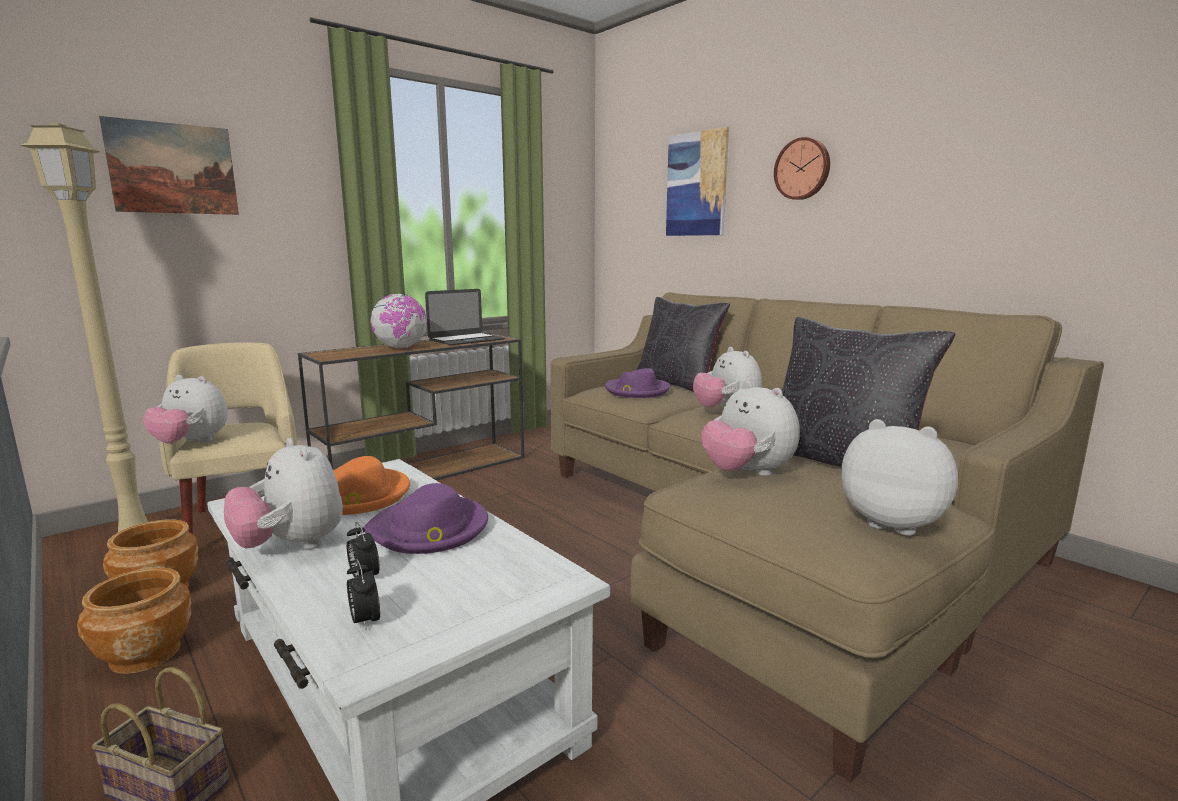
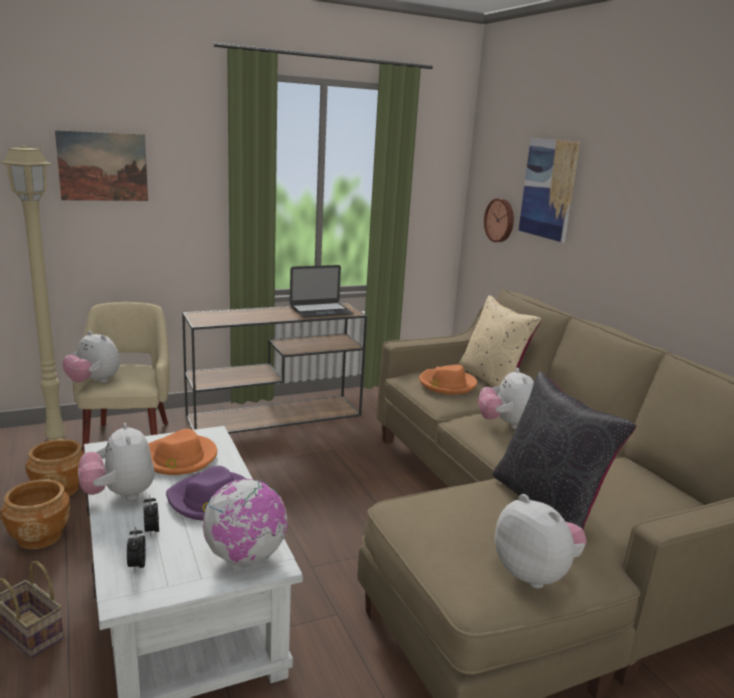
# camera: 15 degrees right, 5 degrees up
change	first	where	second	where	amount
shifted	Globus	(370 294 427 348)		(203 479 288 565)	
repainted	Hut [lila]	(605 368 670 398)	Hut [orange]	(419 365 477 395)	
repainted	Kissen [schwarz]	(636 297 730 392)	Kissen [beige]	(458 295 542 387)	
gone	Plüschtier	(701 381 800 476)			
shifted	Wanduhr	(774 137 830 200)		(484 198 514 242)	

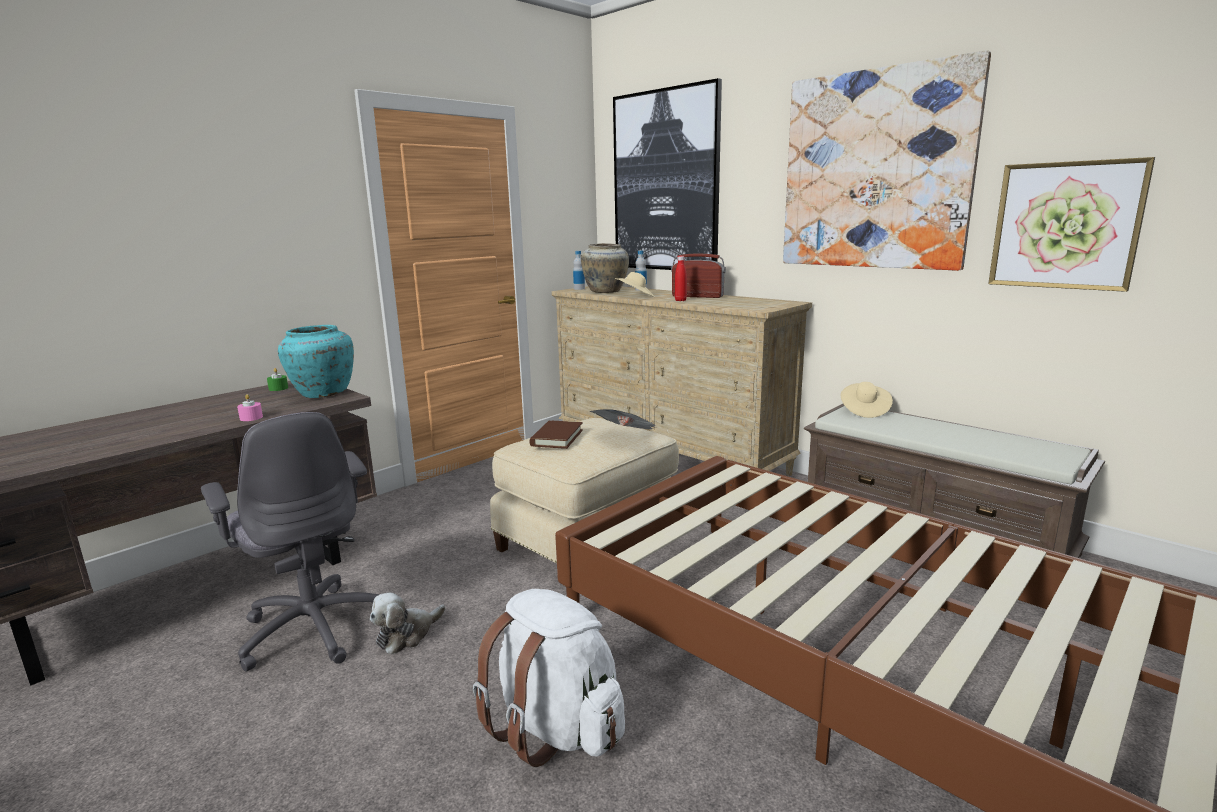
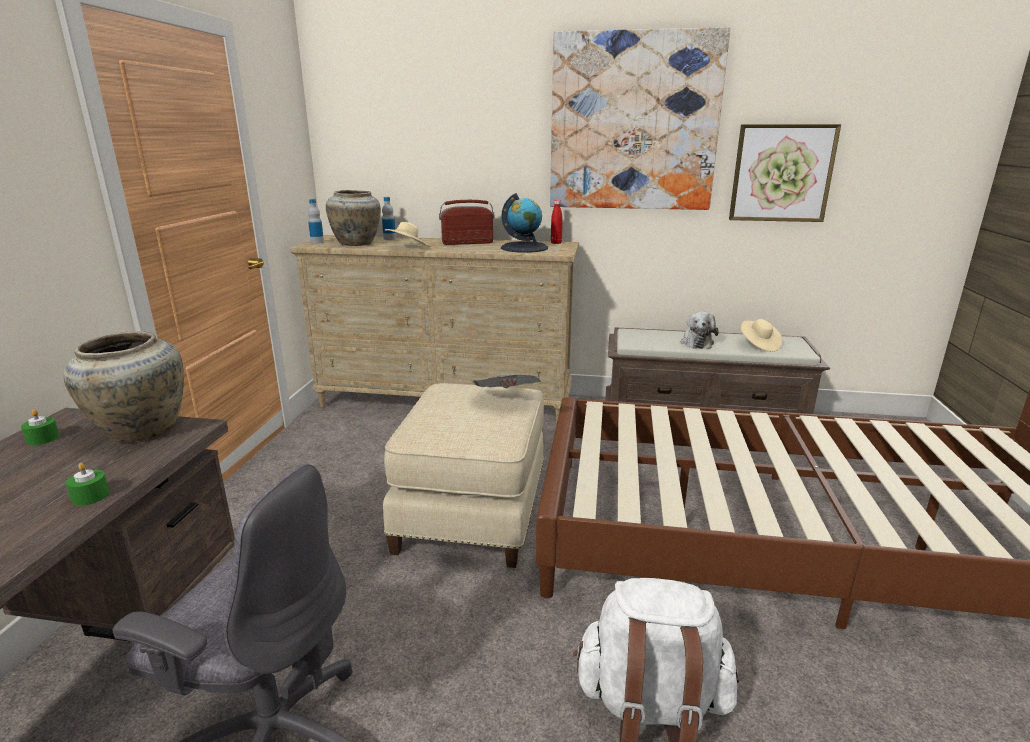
# camera: 35 degrees left, 5 degrees up
change	first	where	second	where	amount
repainted	Kerze [rosa]	(237 394 263 421)	Kerze [grün]	(66 463 110 506)	
repainted	Vase [türkis]	(278 325 354 398)	Vase [beige]	(63 331 184 442)	
shifted	Plüschtier	(370 593 446 655)		(681 311 719 349)	
gone	Buch [braun]	(529 421 583 449)			
gone	Bild	(613 78 722 270)			
shifted	Flasche [rot]	(675 256 687 301)		(551 200 563 244)	
shifted	Hut [beige]	(841 382 893 418)		(740 319 783 352)	
new			Globus	(501 193 548 253)	

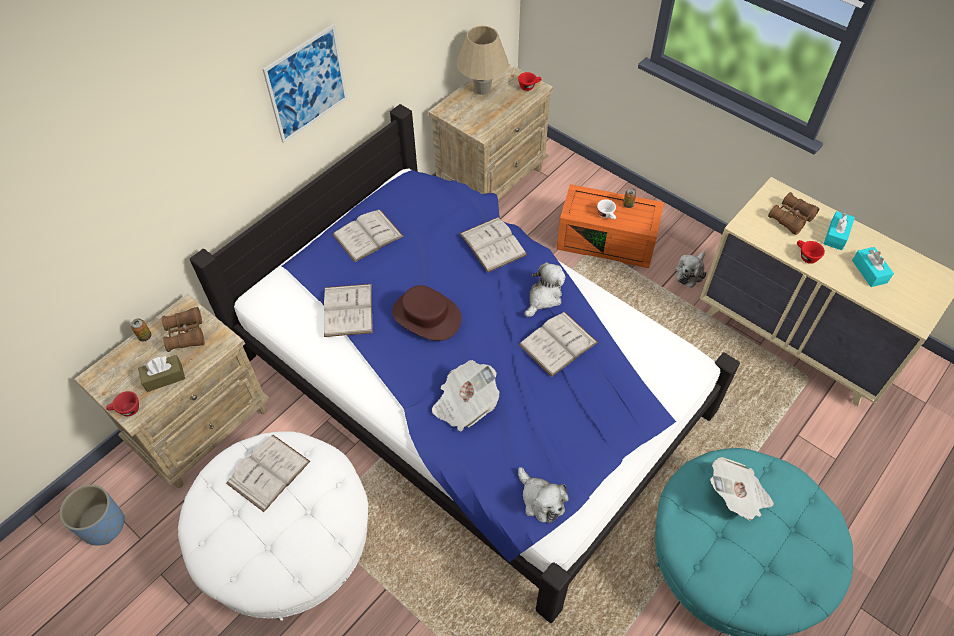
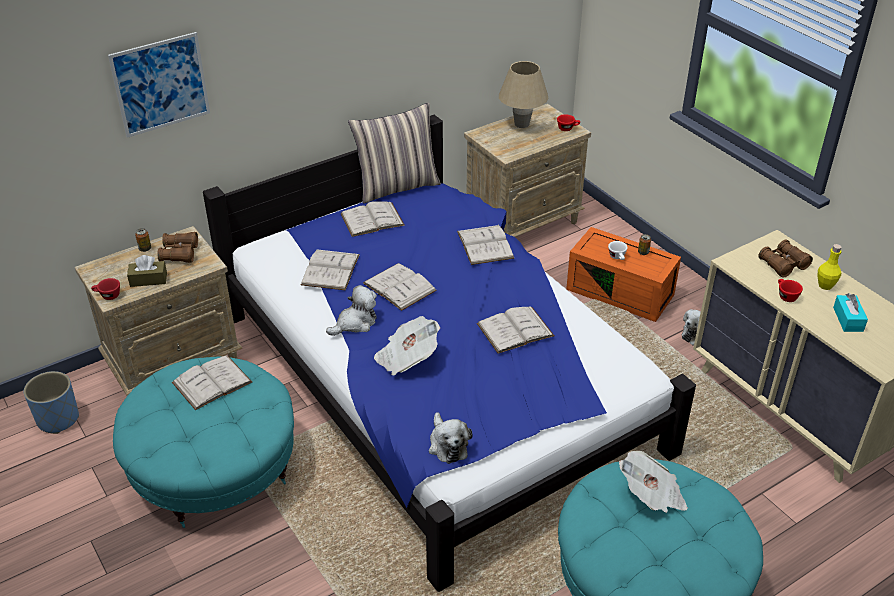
# camera: 15 degrees right, 15 degrees down
change	first	where	second	where	amount
repainted	Polsterhocker [weiß]	(178 431 368 621)	Polsterhocker [türkis]	(113 356 294 528)	
shifted	Bild	(263 24 347 143)		(108 32 210 138)	
swapped	Hut [braun]	(392 285 462 341)	Buch [weiß]	(363 263 437 311)	
shifted	Plüschtier	(524 262 566 317)		(326 285 377 336)	
swapped	Taschentuchbox [türkis]	(824 211 855 250)	Flasche [gelb]	(817 244 842 290)	
new			Kissen	(348 103 441 203)	

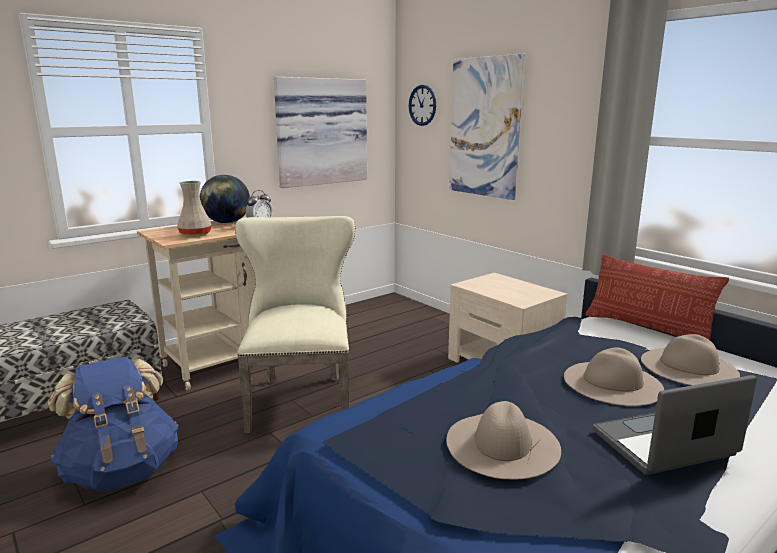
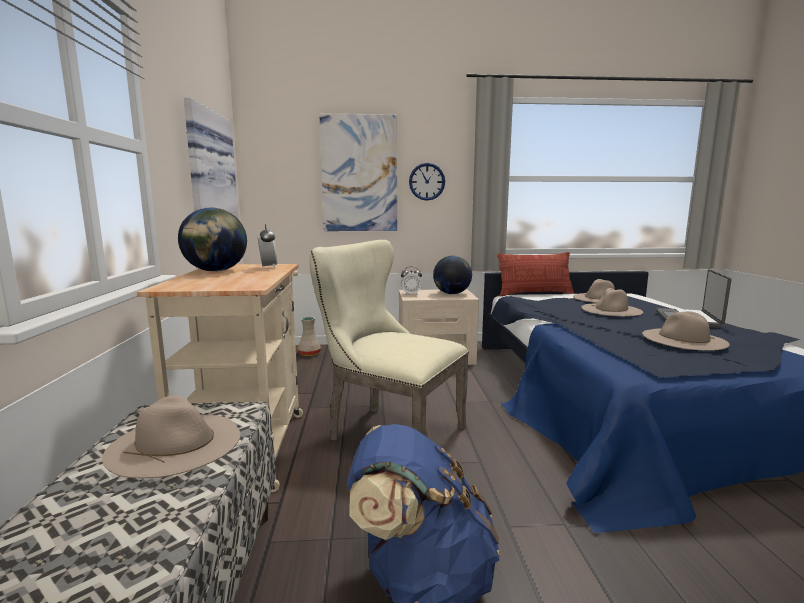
# camera: 55 degrees left, 5 degrees down
change	first	where	second	where	amount
shifted	Vase [beige]	(177 181 212 237)		(298 317 321 356)	
shifted	Wanduhr	(409 85 436 126)		(409 163 445 201)	
new			Hut [beige]	(102 395 241 478)	
new			Wecker	(401 266 422 295)	
new			Globus	(433 256 472 294)	

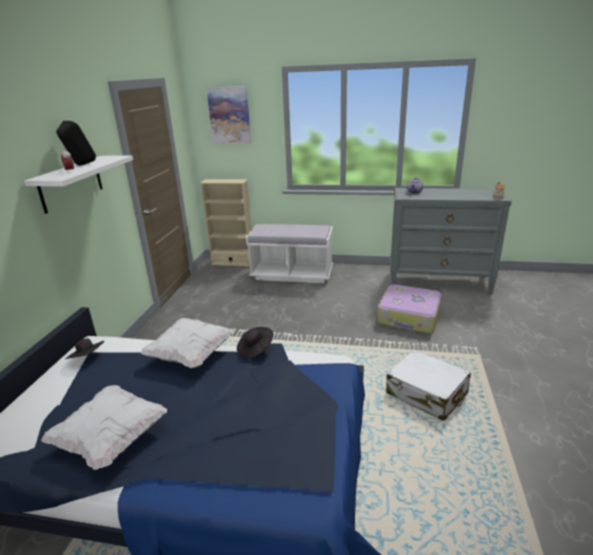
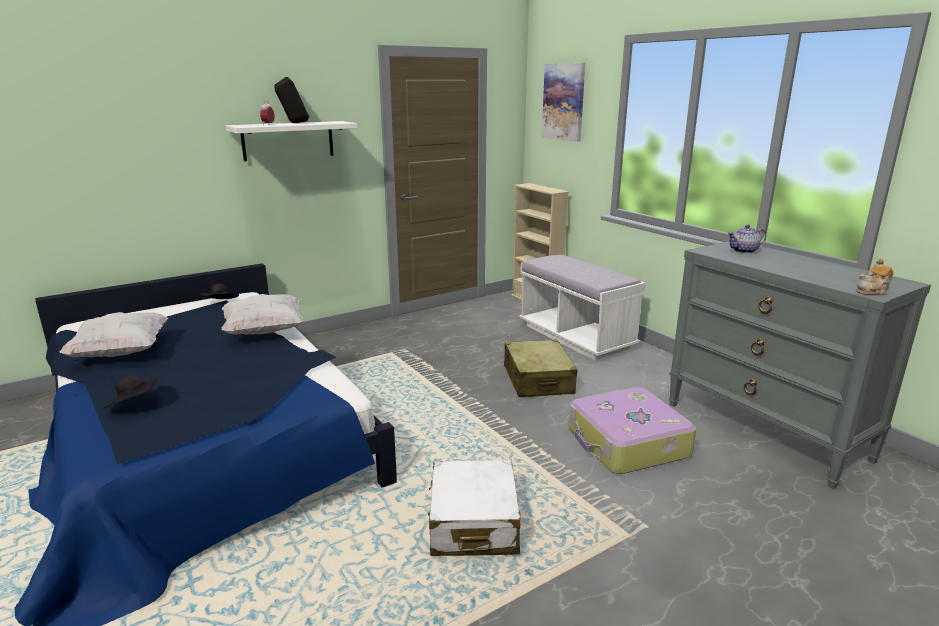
# camera: 45 degrees right, 5 degrees down
change	first	where	second	where	amount
shifted	Hut [schwarz]	(237 327 274 359)		(103 374 158 409)	
new			Koffer [beige]	(504 339 578 397)	

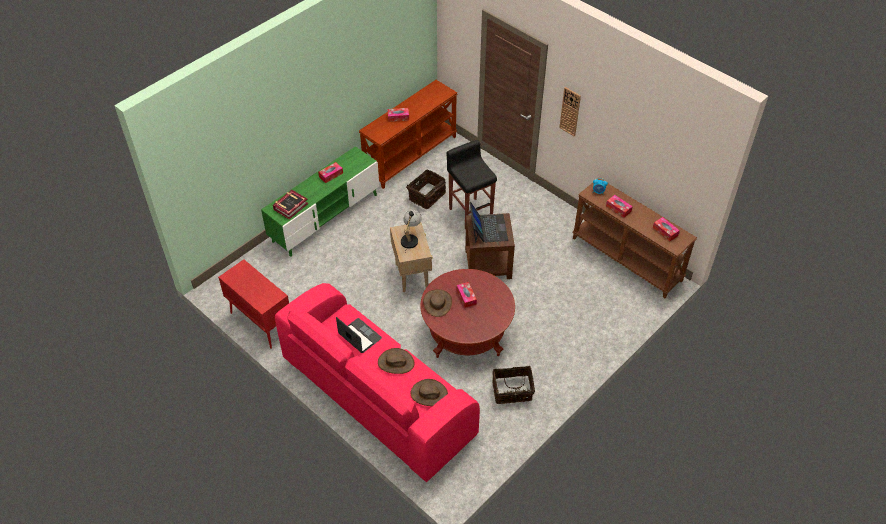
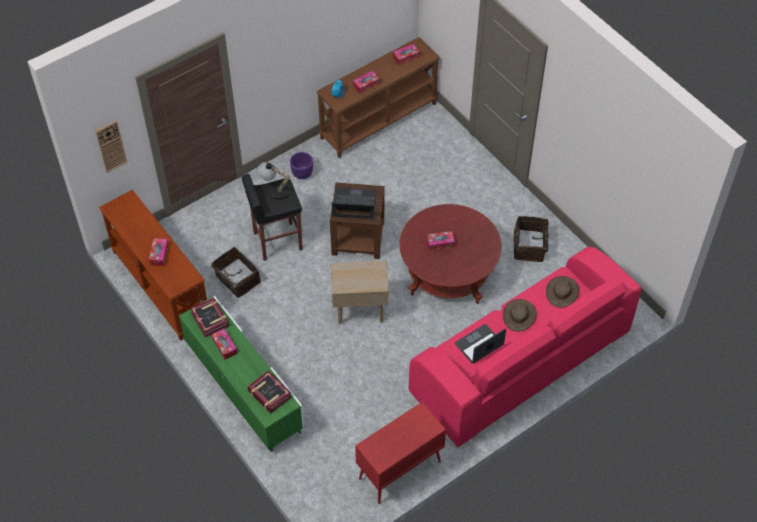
# camera: 80 degrees left, 5 degrees up
change	first	where	second	where	amount
shifted	Tischlampe	(401 210 422 252)		(256 162 295 200)	
gone	Hut [braun]	(423 289 452 317)			
shifted	Wanduhr	(559 87 581 136)		(96 121 127 173)	
new			Buch	(190 298 229 338)	
new			Pflanzkübel [lila]	(290 152 313 179)	

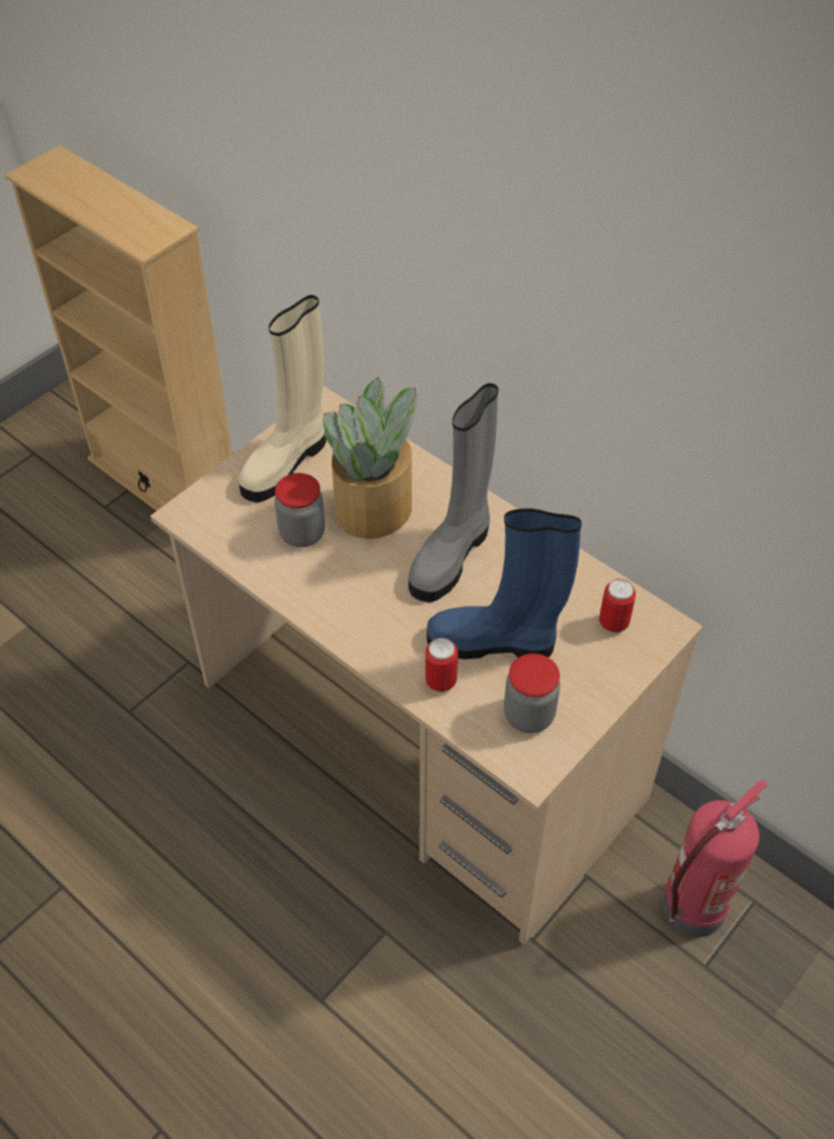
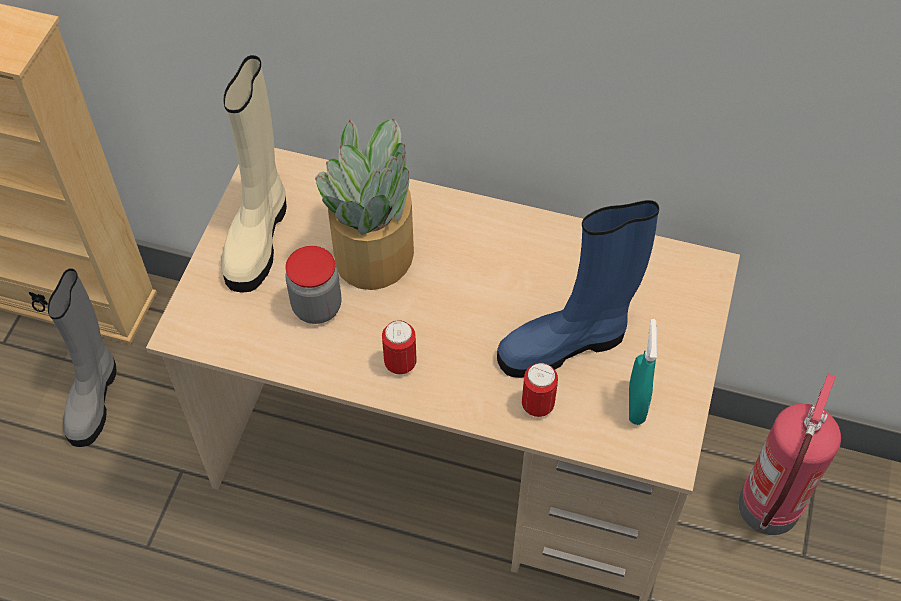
# camera: 25 degrees left, 5 degrees up
change	first	where	second	where	amount
shifted	Stiefel [grau]	(409 383 498 602)		(48 269 117 447)	
swapped	Vorratsglas	(504 654 560 733)	Sprühflasche [türkis]	(629 319 658 425)	
shifted	Dose	(599 579 636 633)		(382 320 416 375)	

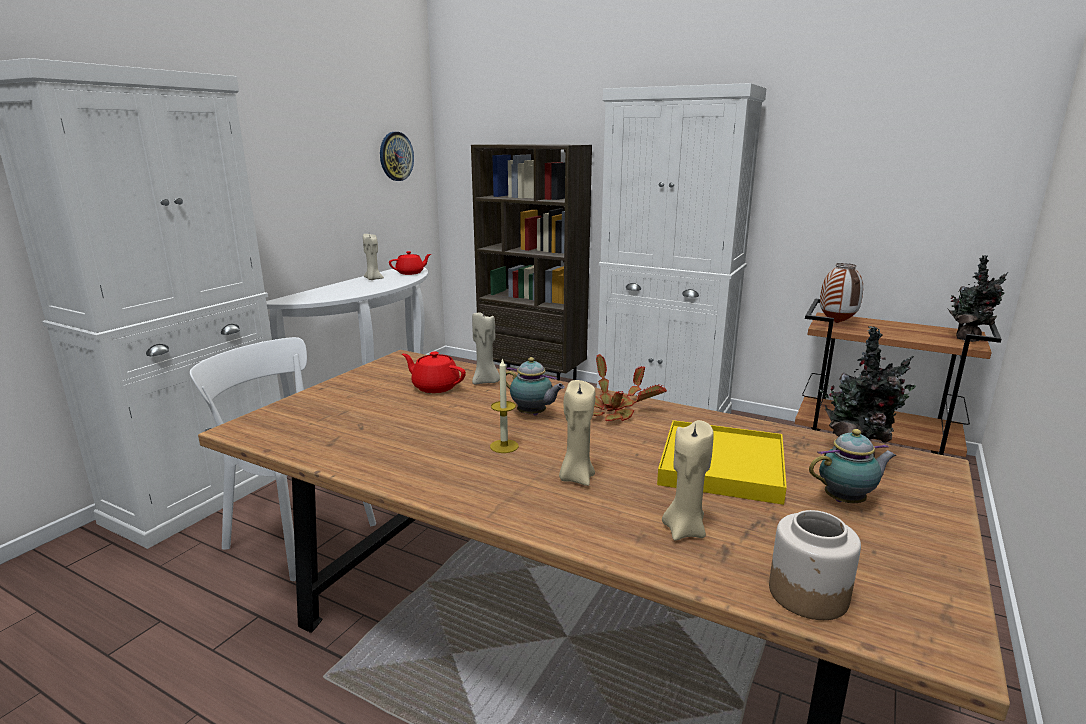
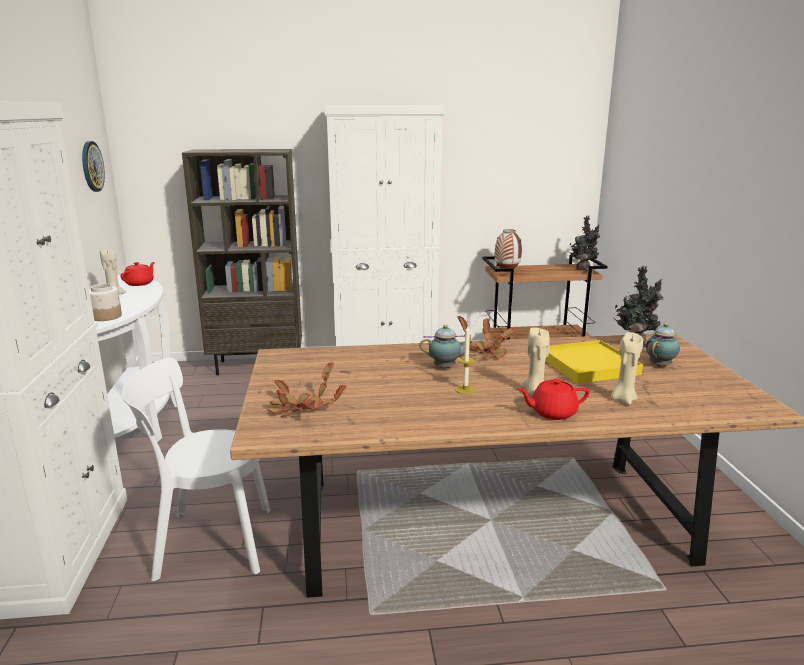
# camera: 35 degrees left, 0 degrees up
change	first	where	second	where	amount
shifted	Teekanne [rot]	(402 351 466 393)		(518 379 589 420)	
gone	Kerze [beige]	(472 311 500 384)			
shifted	Vorratsglas	(769 510 861 620)		(89 284 122 321)	
new			Topfpflanze	(267 362 346 417)	

